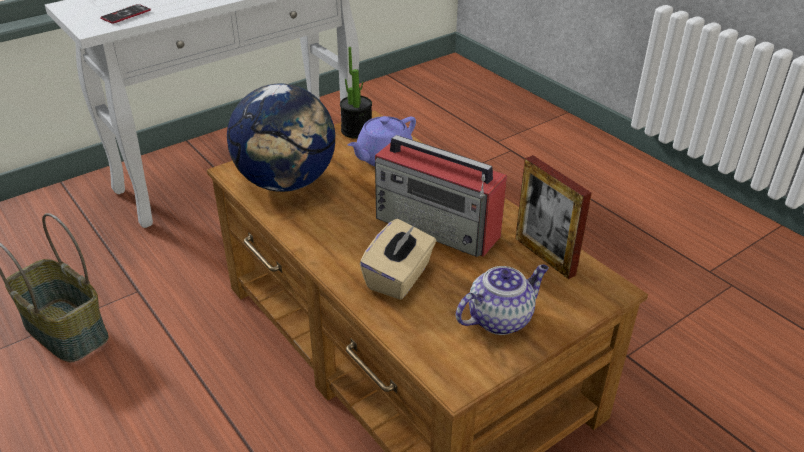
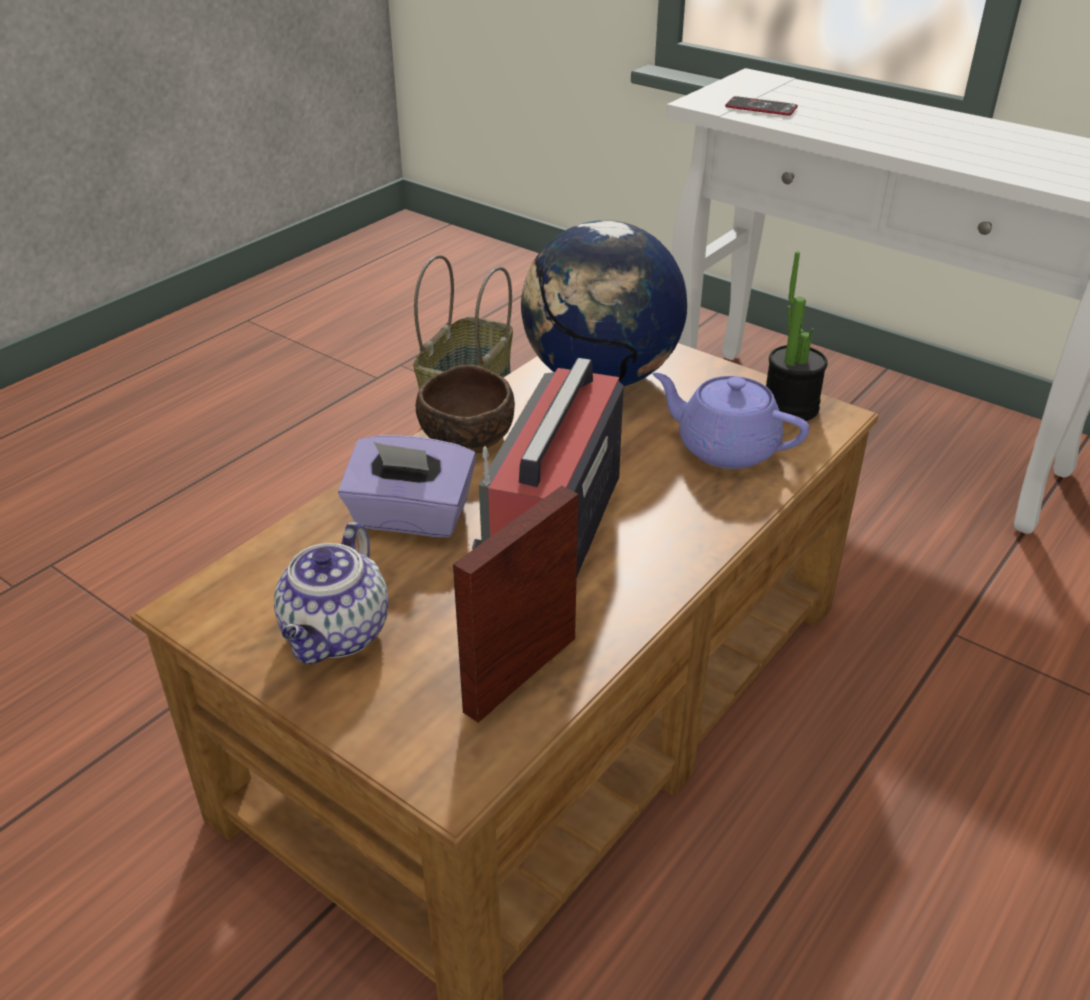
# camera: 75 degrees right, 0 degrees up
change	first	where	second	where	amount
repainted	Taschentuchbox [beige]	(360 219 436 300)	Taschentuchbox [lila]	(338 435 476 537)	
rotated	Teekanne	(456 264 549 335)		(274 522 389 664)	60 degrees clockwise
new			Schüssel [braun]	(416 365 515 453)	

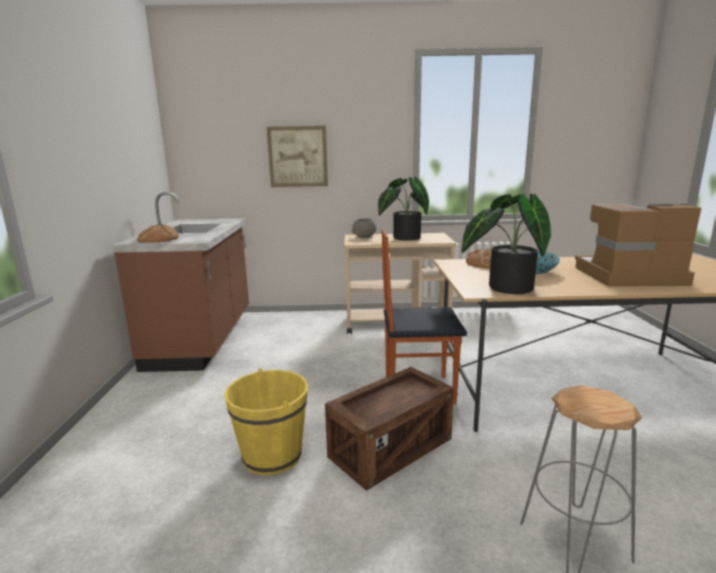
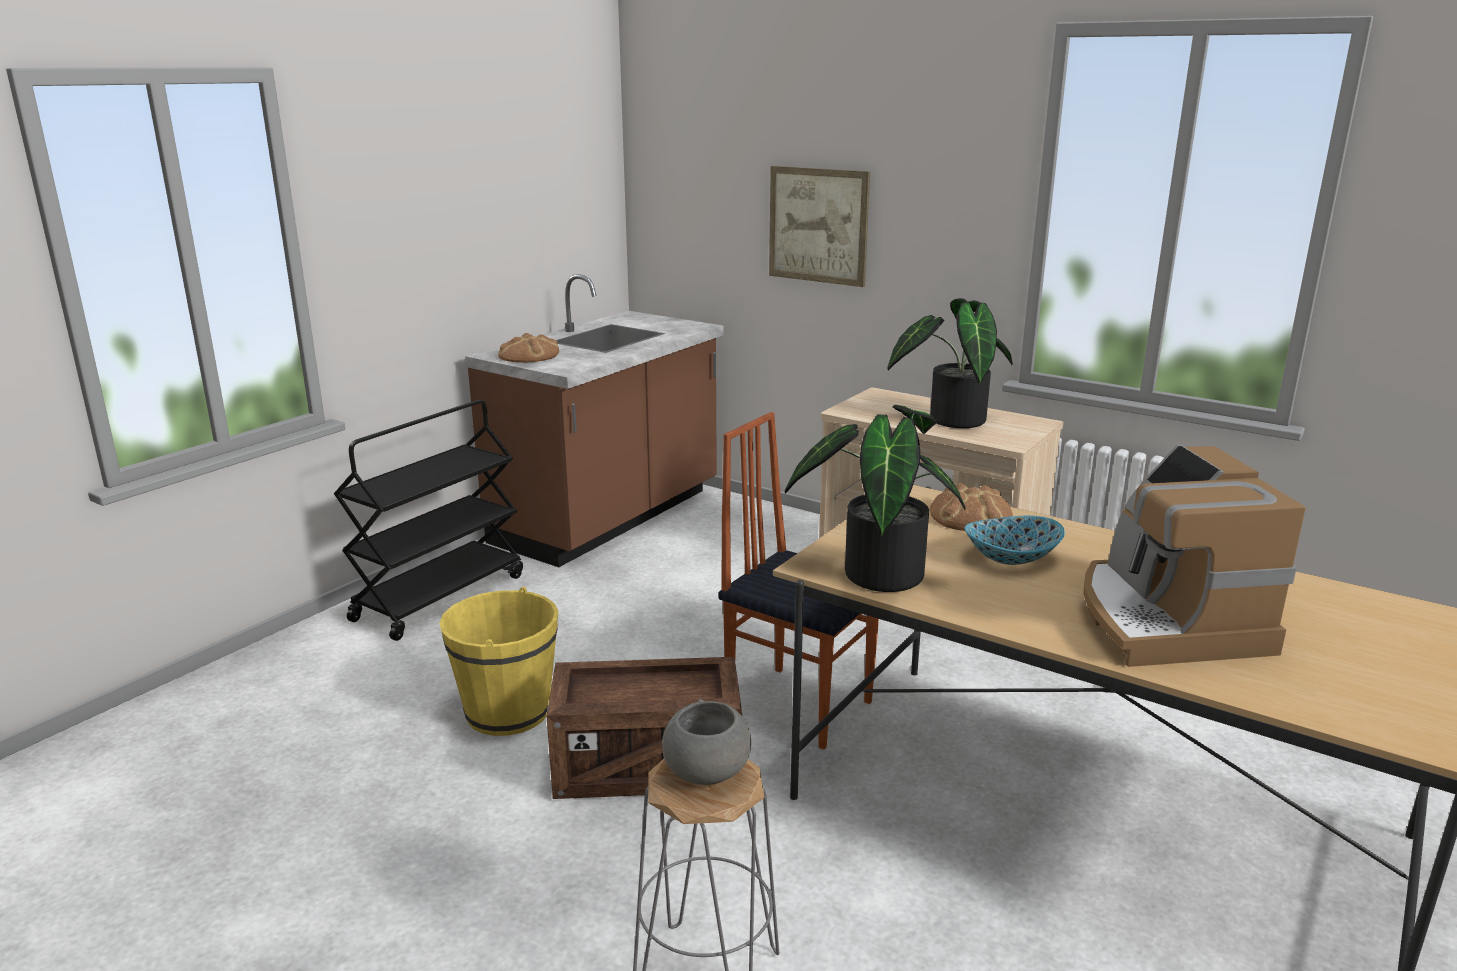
# camera: 35 degrees right, 5 degrees up
change	first	where	second	where	amount
shifted	Schüssel [grau]	(352 219 376 238)		(662 699 751 785)	
rotated	Kaffeemaschine	(575 204 701 287)		(1083 445 1306 667)	135 degrees counterclockwise
new			Rollwagen [schwarz]	(334 400 523 641)	

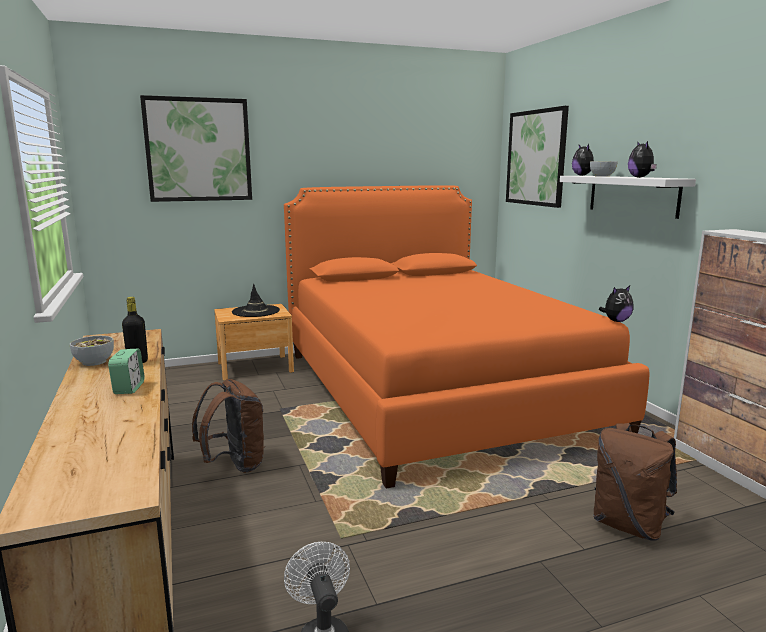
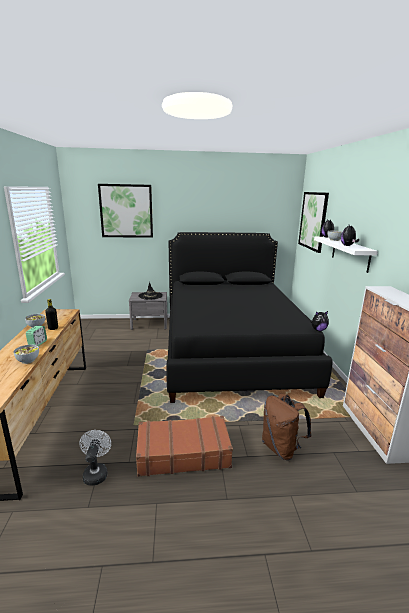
# camera: 15 degrees right, 5 degrees up
change	first	where	second	where	amount
gone	Rucksack [braun]	(192 379 265 473)			
repainted	Nachttisch [braun]	(214 304 294 380)	Nachttisch [grau]	(129 292 167 330)	
repainted	Bett [orange]	(284 185 649 488)	Bett [schwarz]	(166 232 333 403)	
new			Schüssel	(13 345 39 364)	
new			Koffer [braun]	(136 416 233 477)	

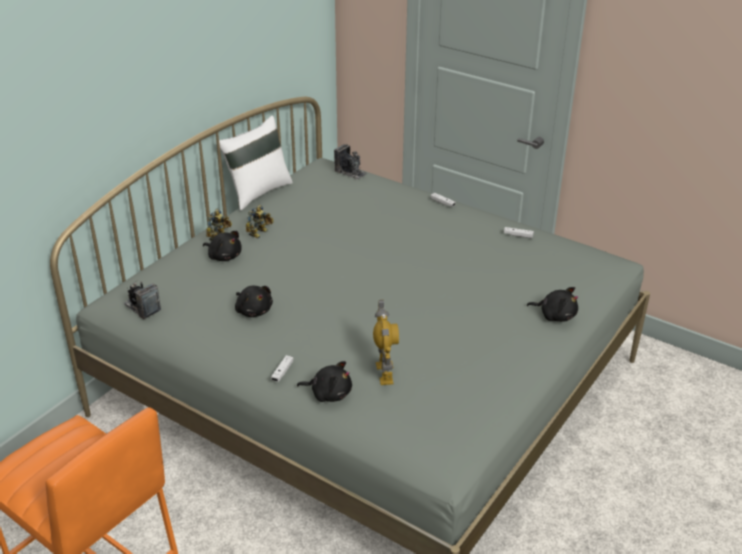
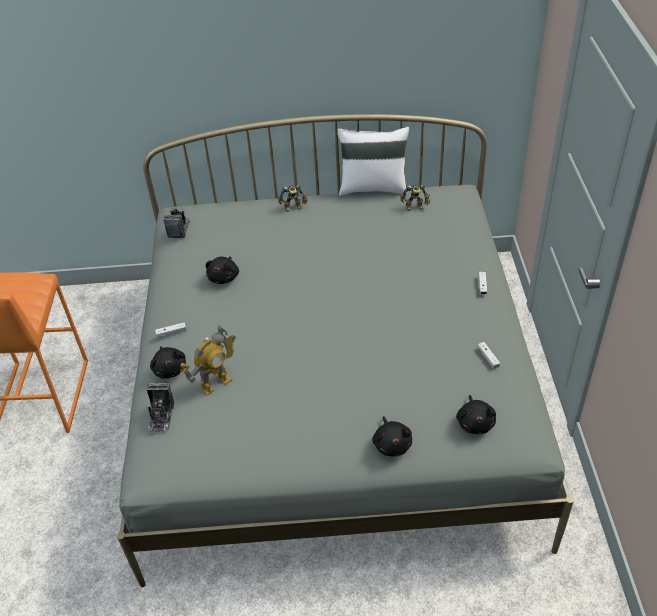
# camera: 55 degrees right, 10 degrees up
change	first	where	second	where	amount
shifted	Plüschtier [schwarz]	(203 231 242 261)		(456 395 496 434)	
shifted	Spielzeugroboter	(246 205 274 238)		(400 184 430 211)	
shifted	Kamera	(334 144 367 180)		(147 383 174 432)	

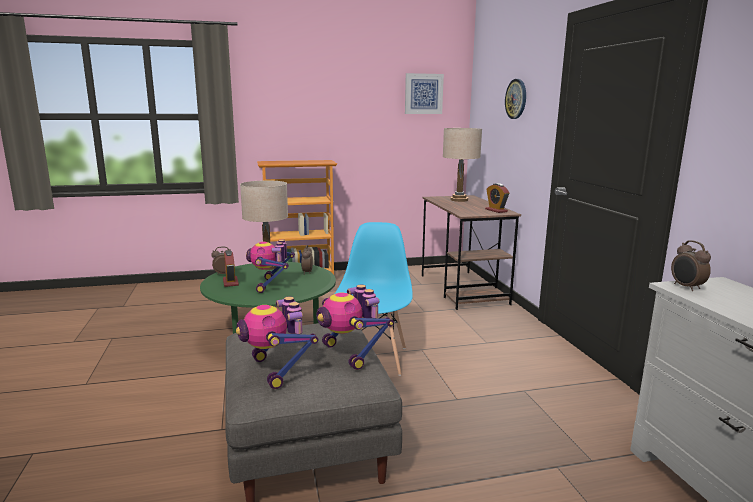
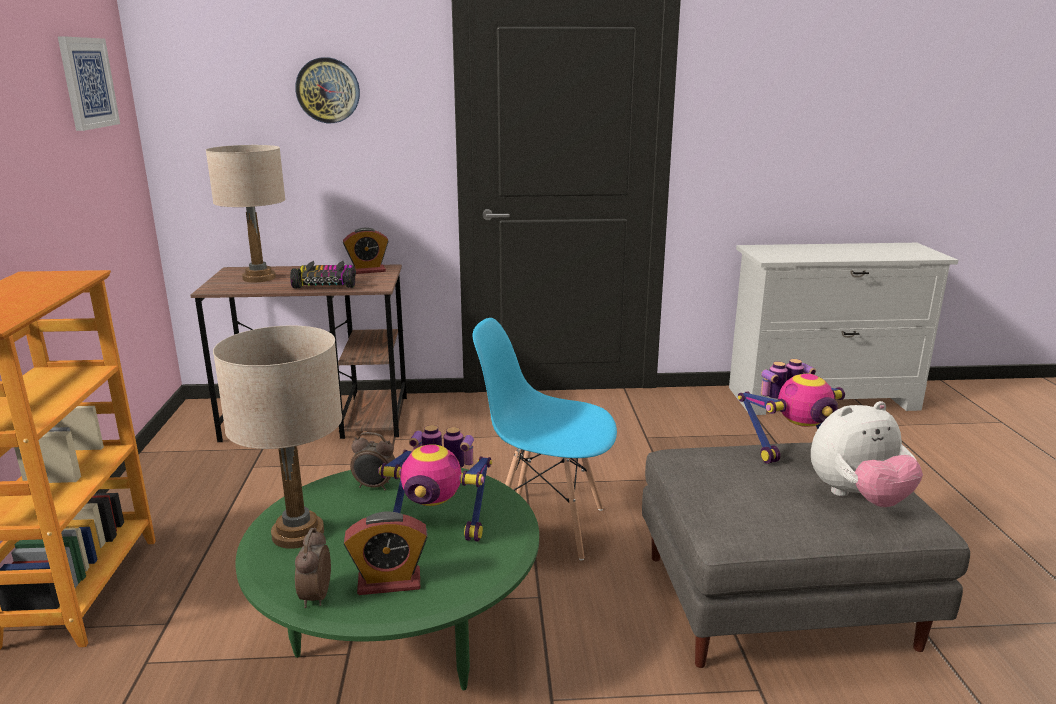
# camera: 80 degrees left, 5 degrees up
change	first	where	second	where	amount
swapped	Spielzeugroboter	(236 297 319 389)	Plüschtier	(811 401 923 507)	
gone	Wecker	(671 240 711 291)			
new			Spielzeugauto	(290 261 356 288)	

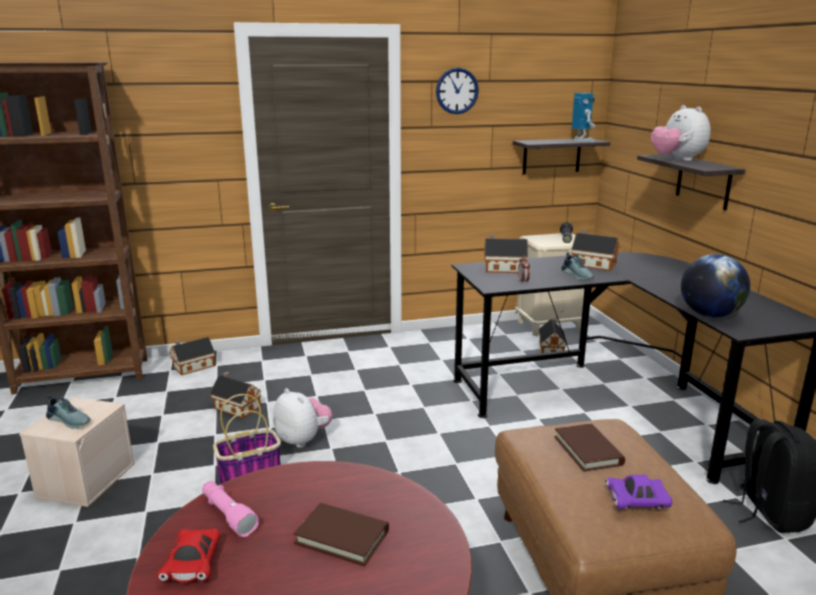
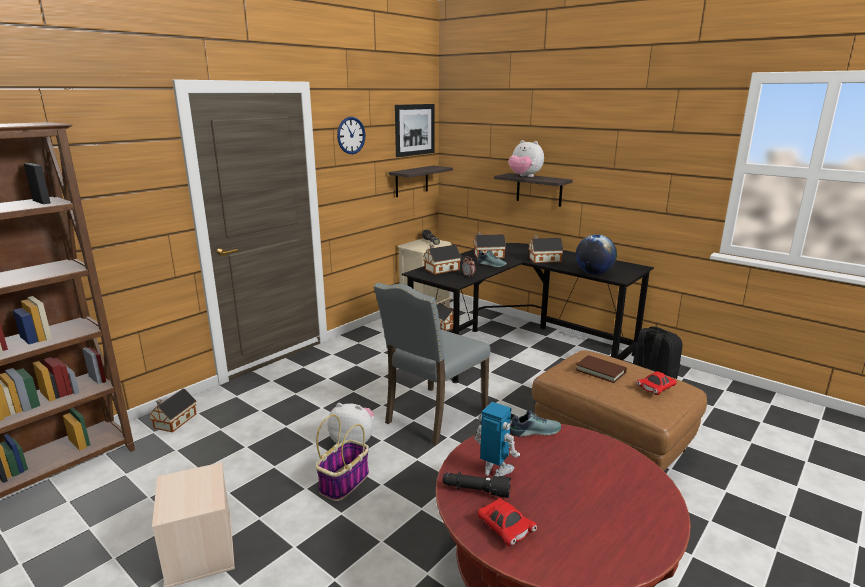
# camera: 35 degrees left, 0 degrees up
change	first	where	second	where	amount
shifted	Schuh	(46 395 91 429)		(510 410 561 437)	
repainted	Taschenlampe [rosa]	(202 481 259 537)	Taschenlampe [schwarz]	(442 472 511 498)	
shifted	Spielzeughaus	(210 372 261 419)		(528 235 564 263)	
gone	Buch [braun]	(293 503 389 566)			
shifted	Spielzeugroboter	(572 93 595 142)		(474 402 520 476)	
repainted	Spielzeugauto [lila]	(605 475 672 509)	Spielzeugauto [rot]	(636 371 677 395)	
new			Stuhl [grau]	(373 283 491 446)	
new			Bild	(395 104 434 157)	

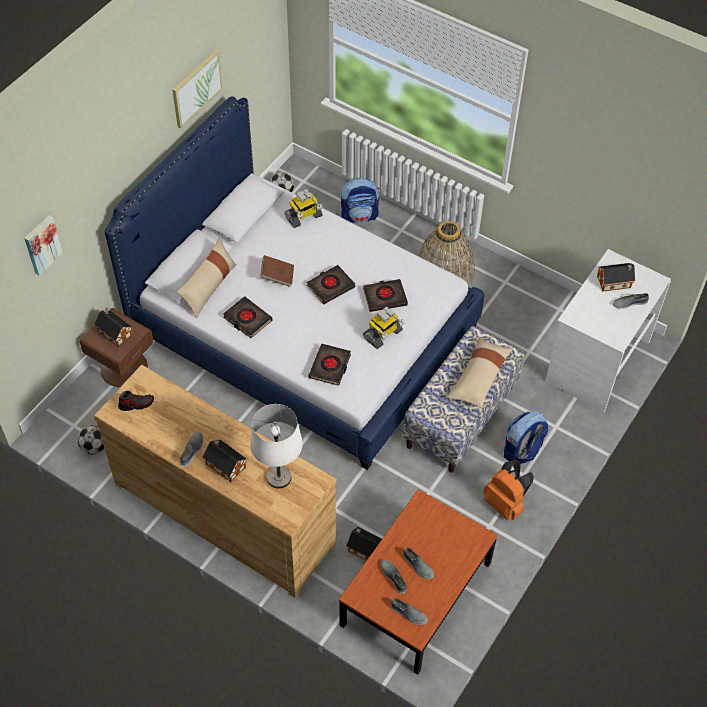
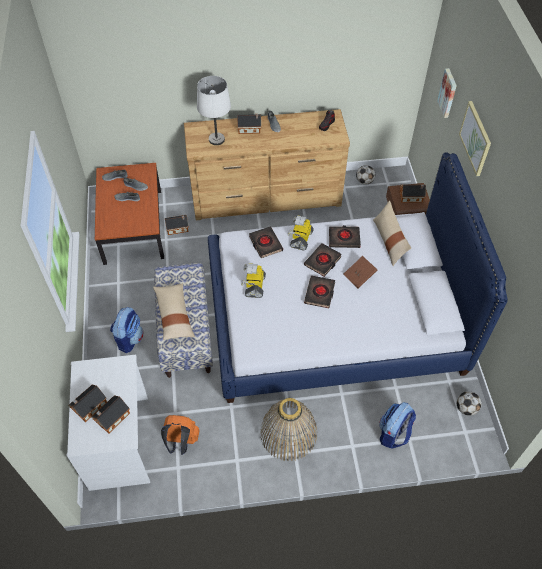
# camera: 140 degrees right, 0 degrees up
change	first	where	second	where	amount
shifted	Bild	(172 49 223 129)		(459 101 491 176)	
shifted	Spielzeugroboter	(285 189 323 228)		(288 215 314 250)	
shifted	Buch [schwarz]	(363 279 408 312)		(304 243 342 277)	
shifted	Rucksack [orange]	(483 460 534 520)		(161 415 200 455)	
swapped	Schuh [grau]	(613 293 649 309)	Spielzeughaus	(69 384 107 422)	

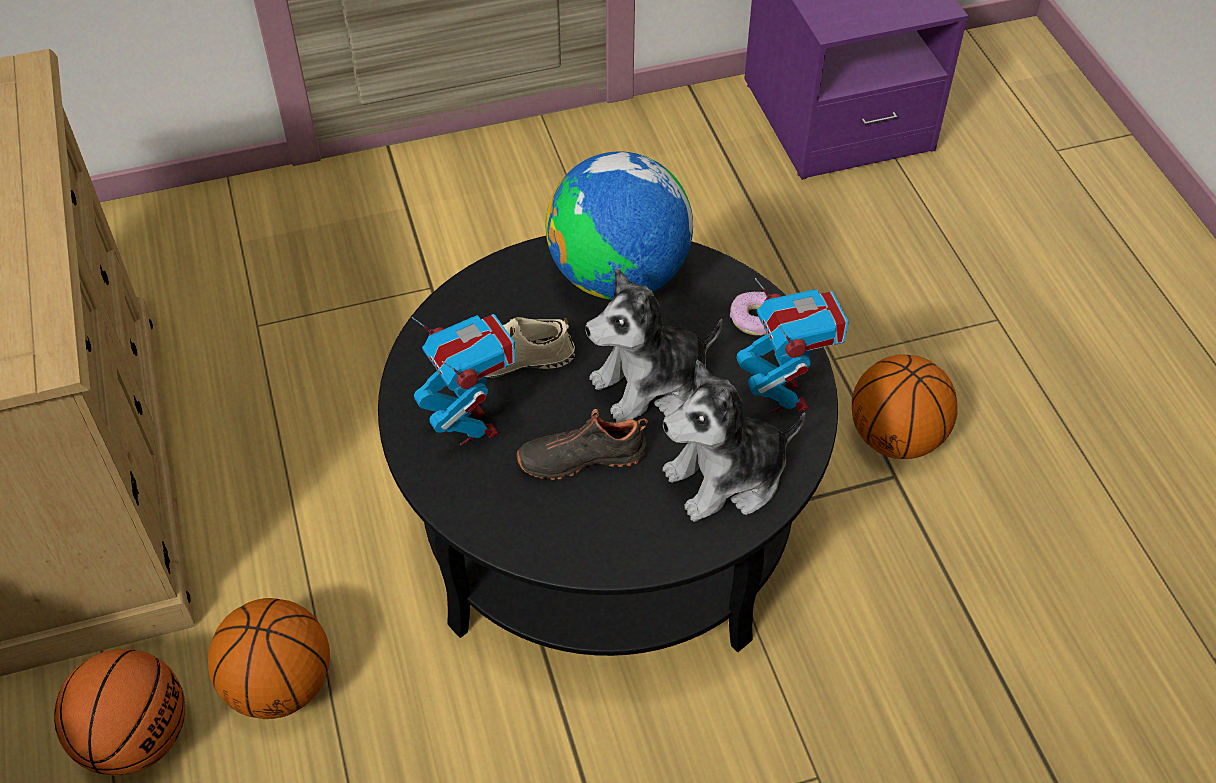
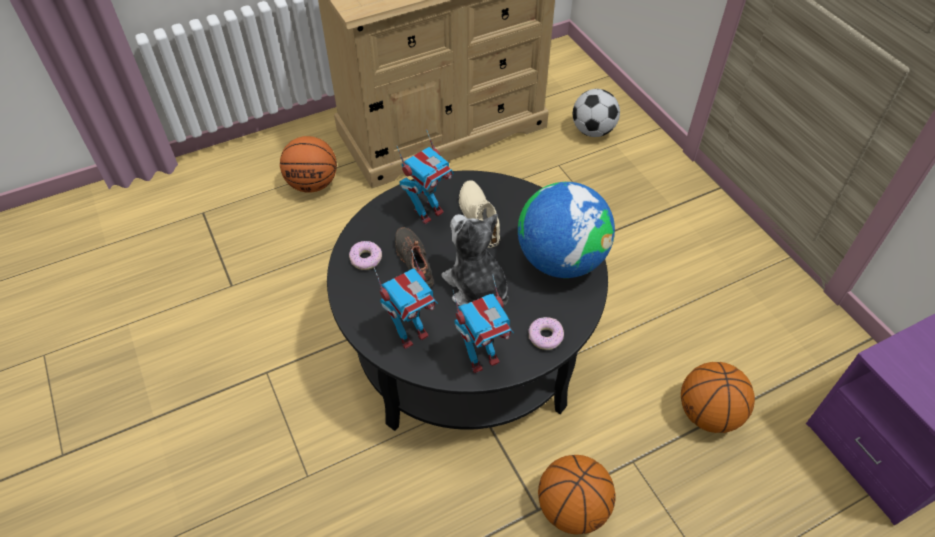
# camera: 80 degrees right, 0 degrees up
change	first	where	second	where	amount
shifted	Basketball	(208 598 330 719)		(681 362 755 433)	
swapped	Plüschtier	(663 360 806 522)	Spielzeugroboter	(374 249 438 349)	
new			Donut	(349 241 382 270)	
new			Fußball	(573 89 620 137)	

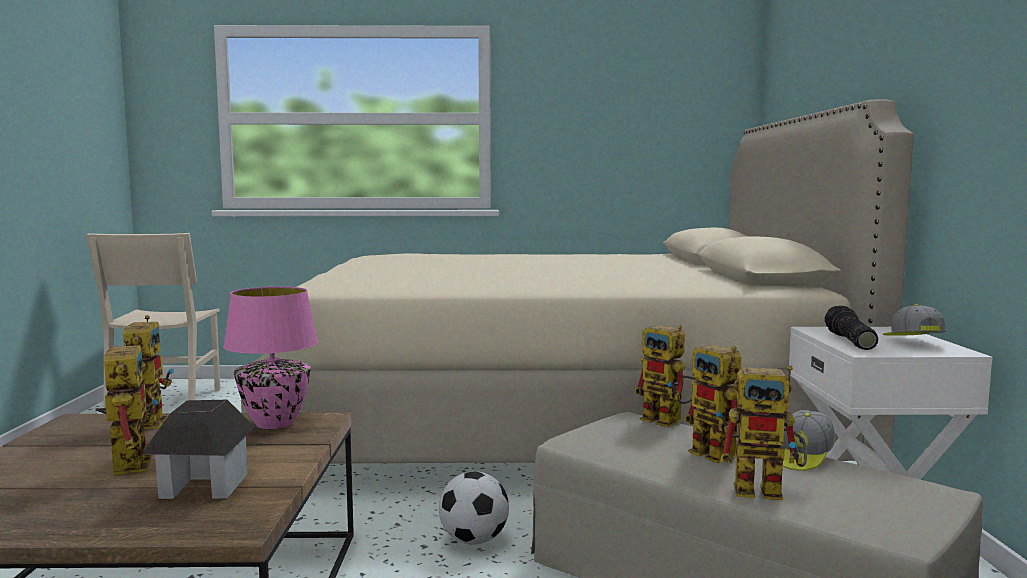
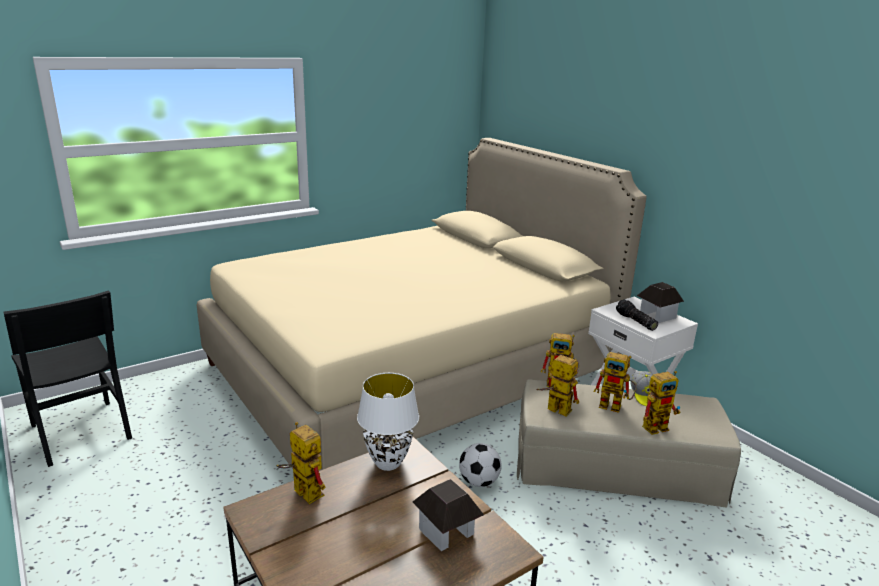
# camera: 35 degrees left, 15 degrees up
change	first	where	second	where	amount
repainted	Stuhl [beige]	(86 233 221 411)	Stuhl [schwarz]	(4 290 132 467)	
shifted	Spielzeugroboter	(95 338 159 475)		(536 353 579 417)	
repainted	Tischlampe [rosa]	(223 287 318 429)	Tischlampe [weiß]	(357 373 419 471)	
swapped	Kappe	(883 304 945 336)	Spielzeughaus	(637 282 684 323)	

